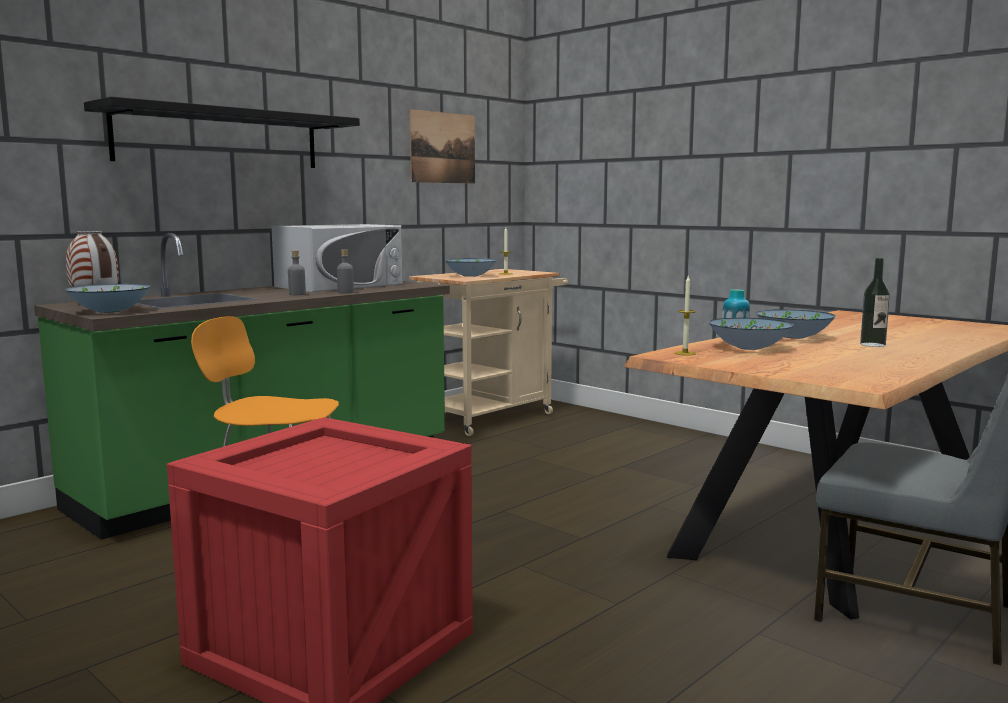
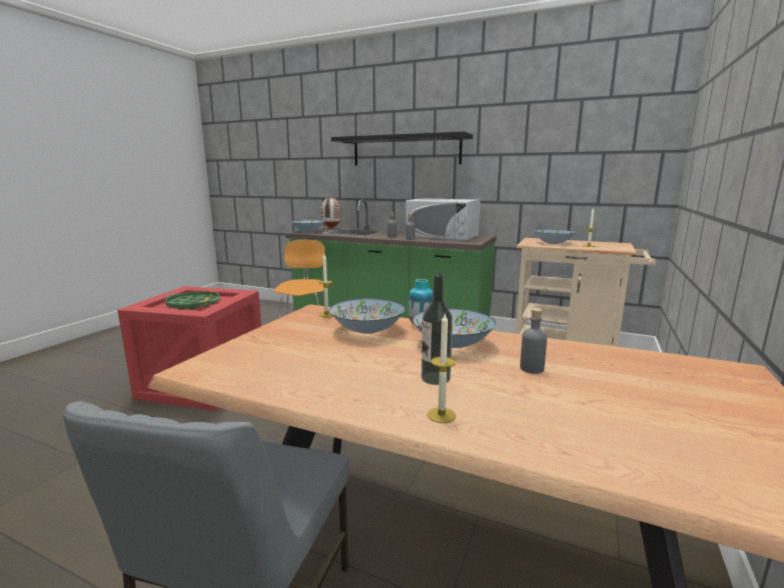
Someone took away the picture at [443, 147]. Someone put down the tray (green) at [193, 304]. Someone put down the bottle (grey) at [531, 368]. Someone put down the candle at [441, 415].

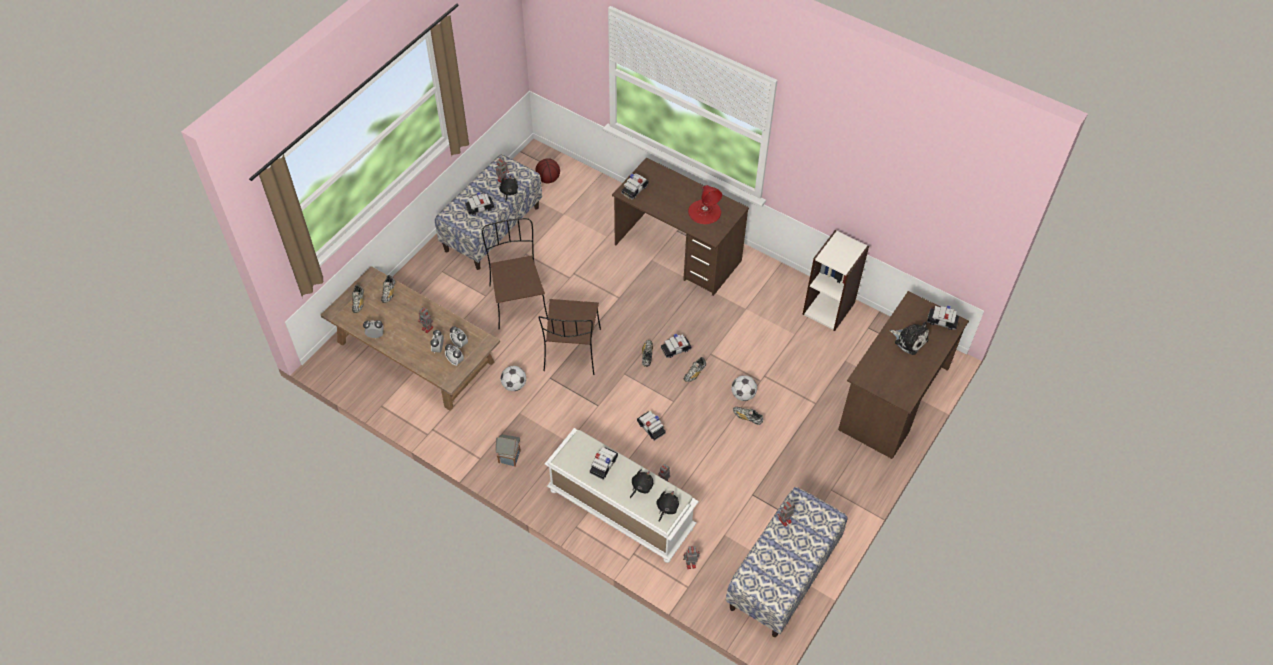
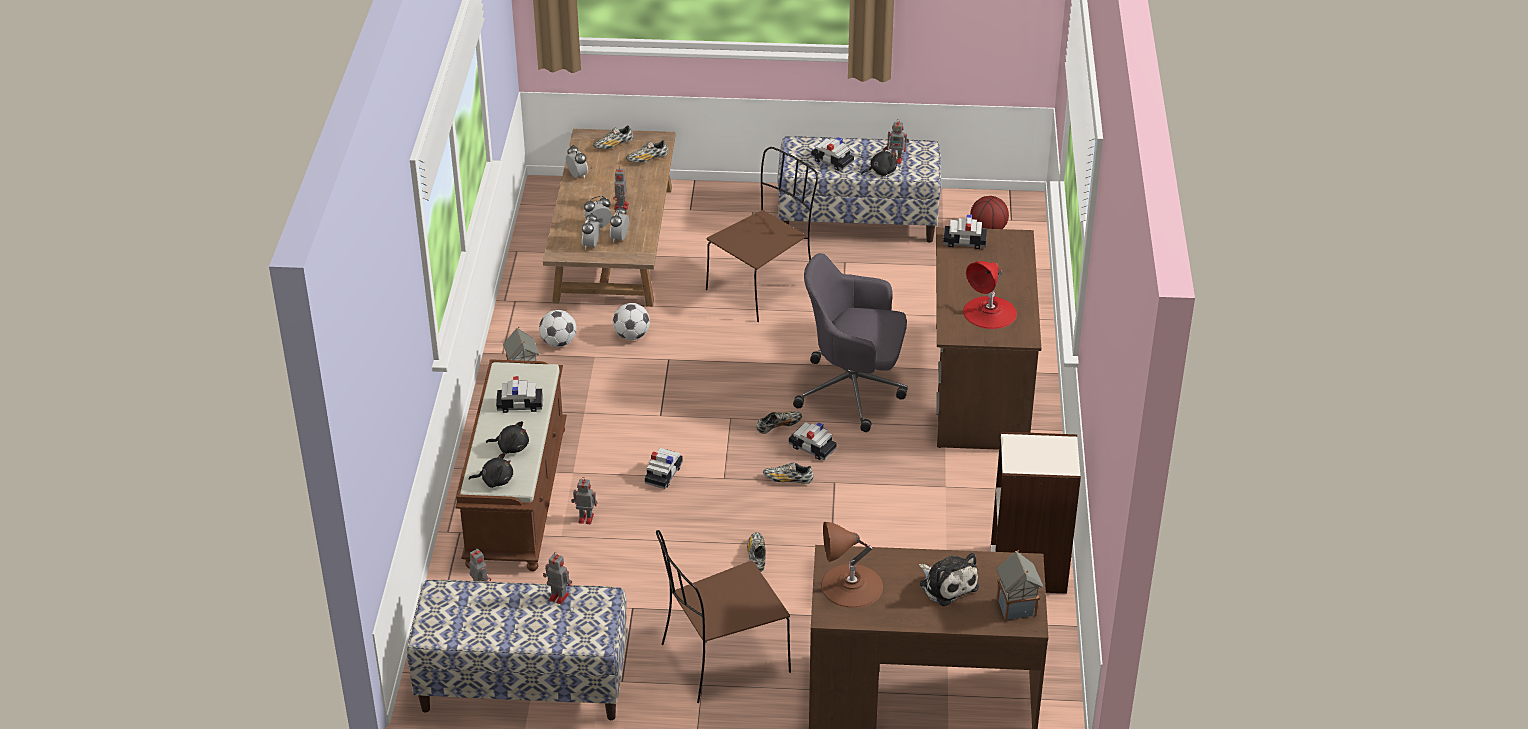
Someone carried the chair (brown) from [572, 351] to [722, 659]. Someone swapped the toy car at [941, 321] for the toy house at [1016, 608]. Someone rotated the plush toy at [909, 340] by 45 degrees counterclockwise. Someone carried the football from [743, 395] to [558, 343]. Someone repainted the bench (white) at [619, 510], which became the bench (brown) at [515, 495]. Someone put down the office chair (grey) at [853, 391]. Someone put down the table lamp (brown) at [851, 586].

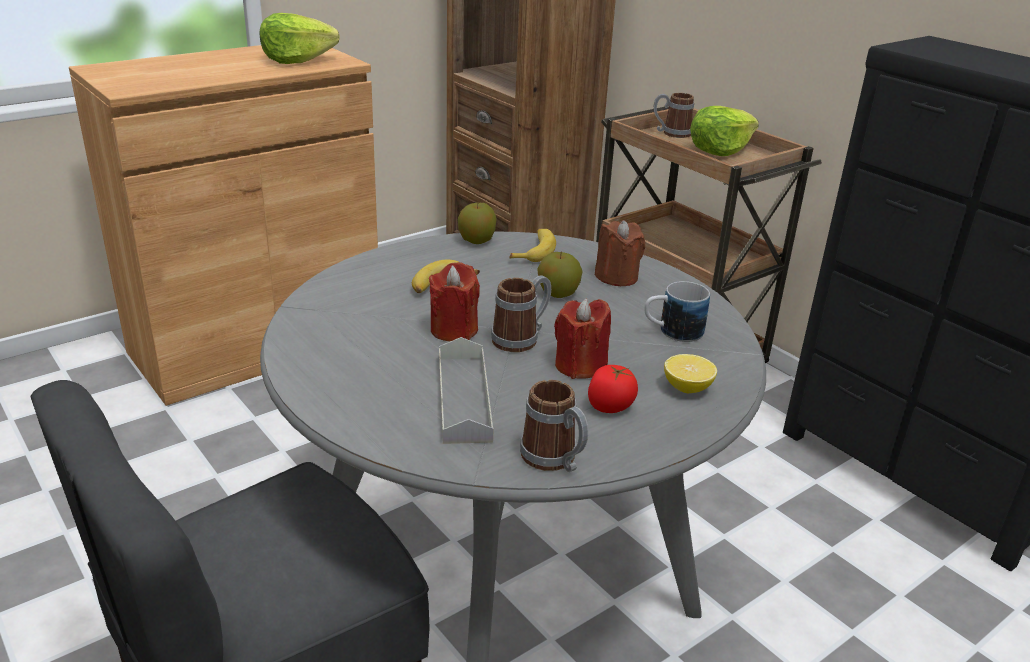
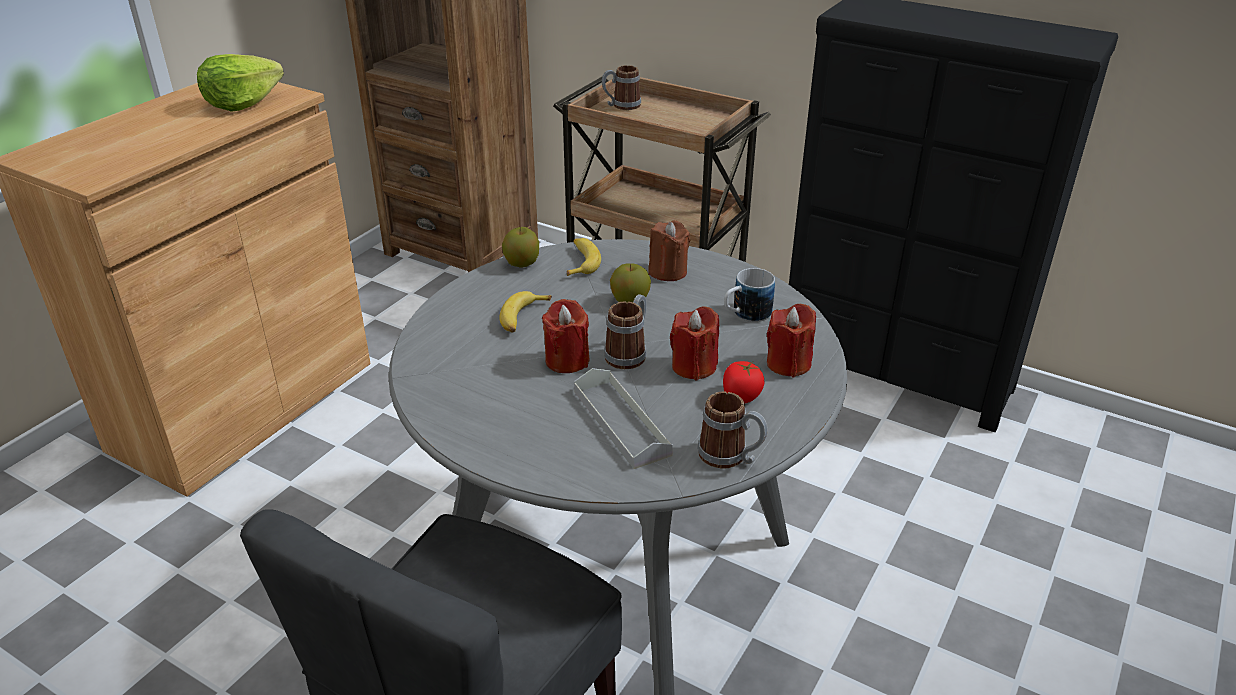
Someone took away the lettuce at [719, 150]. Someone swapped the lemon at [687, 388] for the candle (red) at [788, 364].

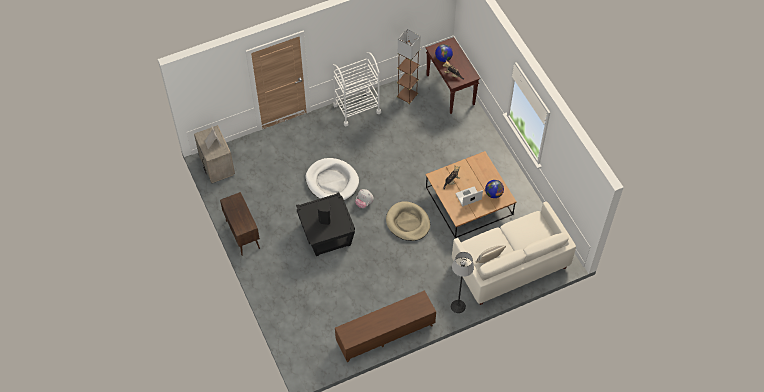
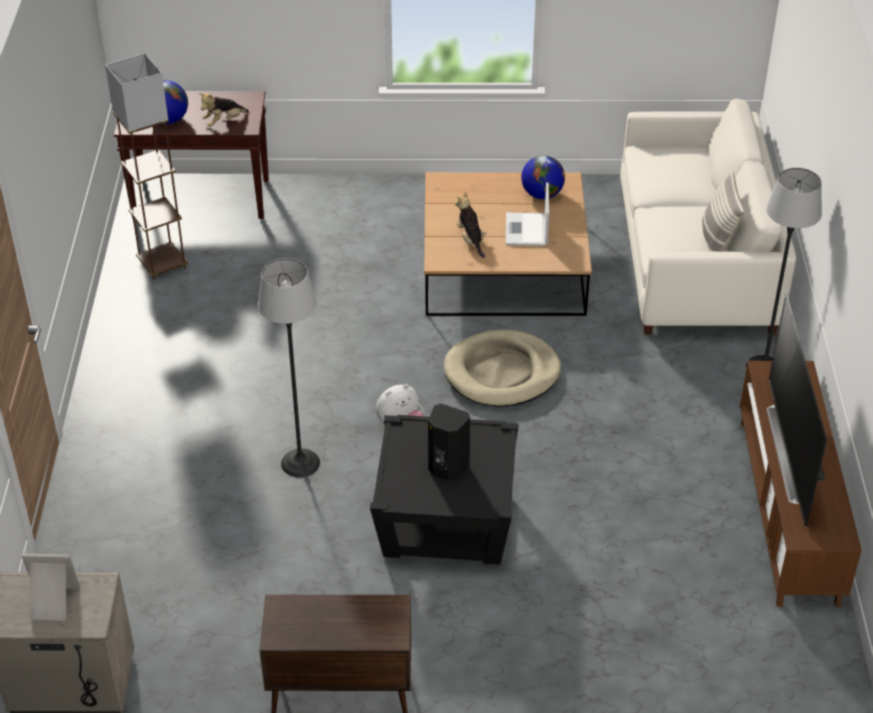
Someone took away the cart (white) at [357, 108]. Someone swapped the dog bed (white) at [332, 181] for the floor lamp at [300, 463]. Someone put down the television at [794, 453].

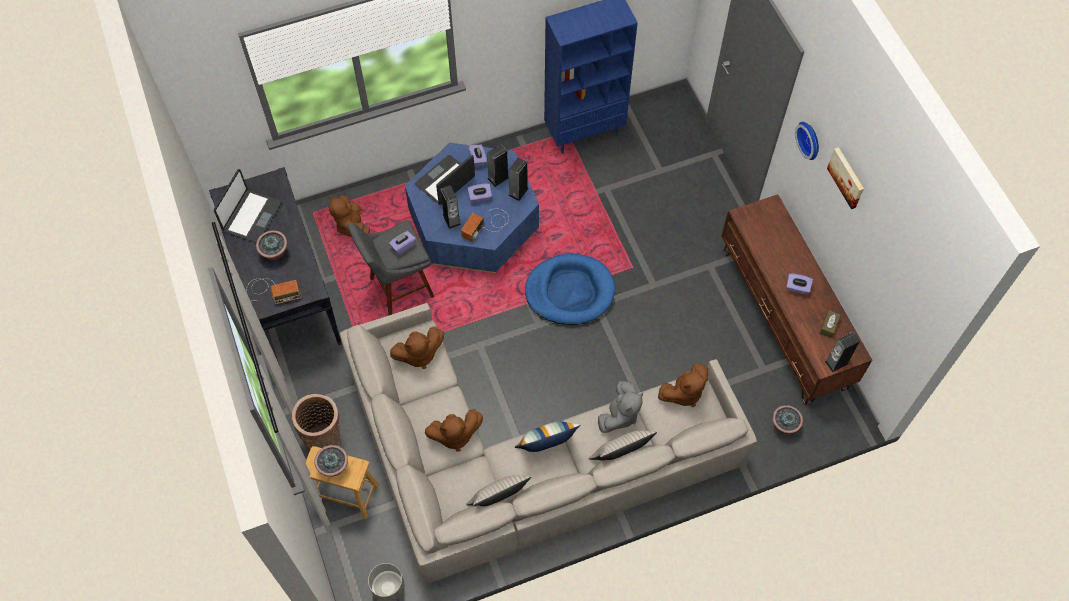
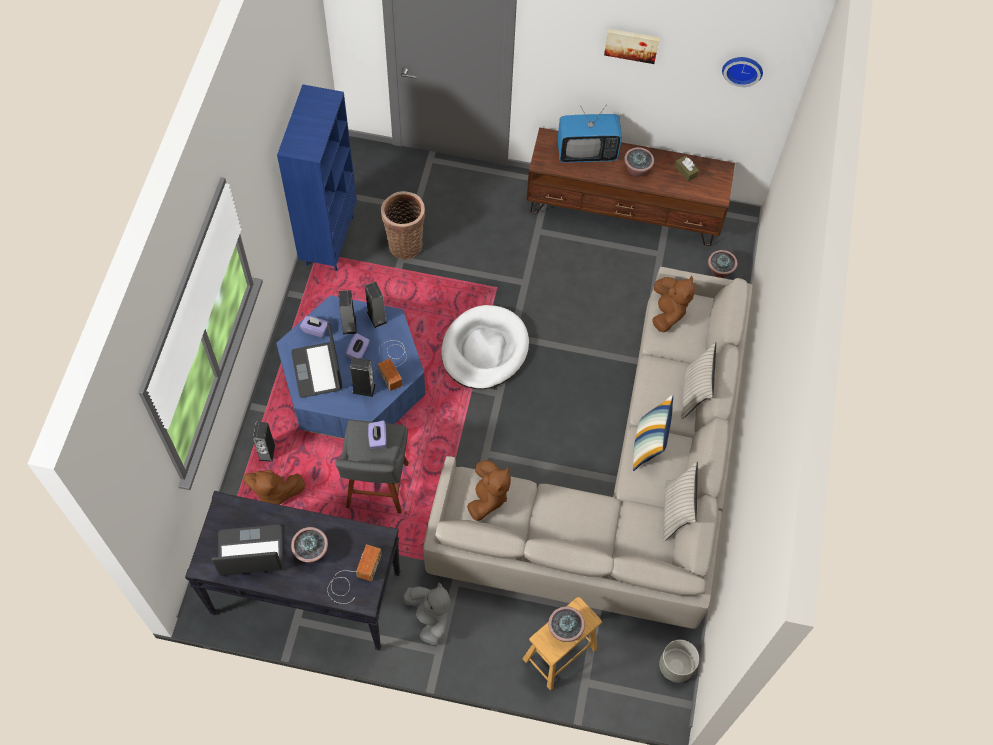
Someone carried the wall clock from [810, 139] to [742, 68]. Someone rotated the laptop at [251, 216] by 60 degrees counterclockwise. Someone repainted the dog bed (blue) at [570, 291], which became the dog bed (white) at [484, 349]. Someone swapped the tissue box (purple) at [797, 288] for the potted plant at [637, 170]. Someone carried the speaker from [836, 362] to [267, 452]. Someone carried the plush toy (grey) from [619, 415] to [429, 618]. Someone carried the basket from [324, 438] to [405, 243]. Someone took away the plush toy (brown) at [454, 435]. Someone put down the television at [587, 152].

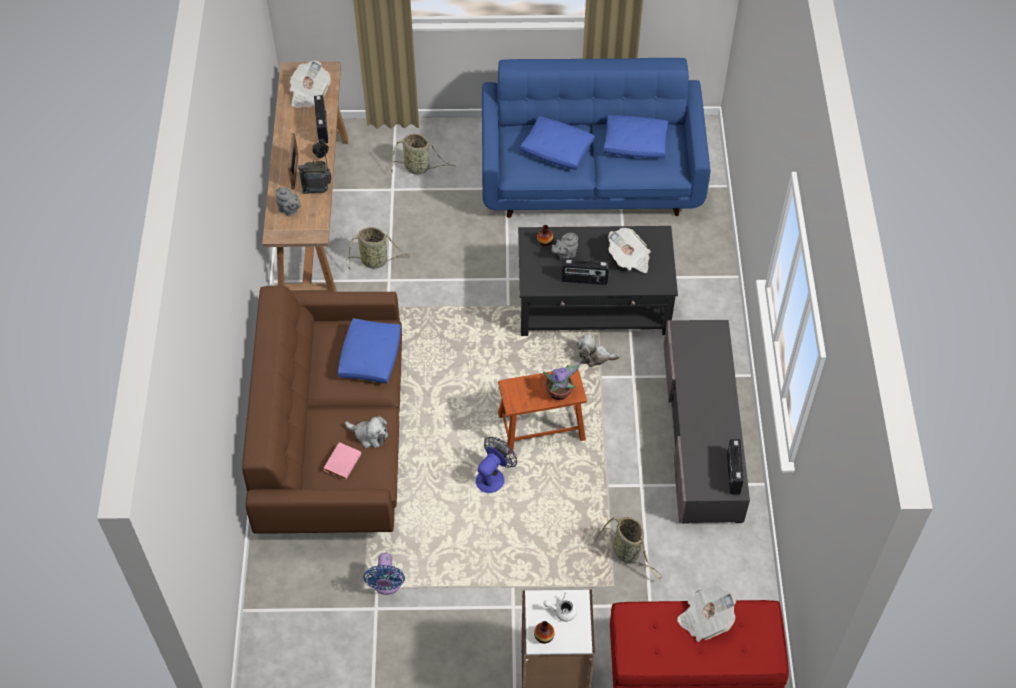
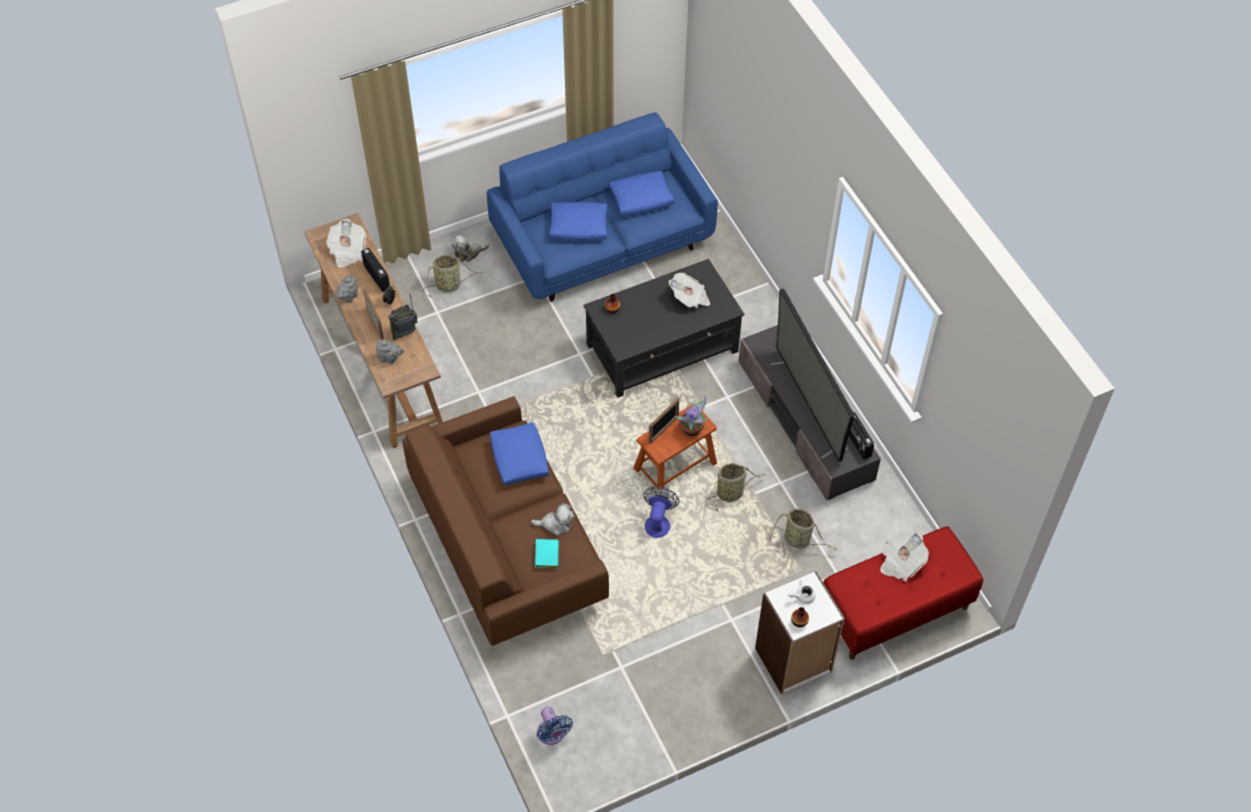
Someone carried the basket from [376, 261] to [731, 493]. Someone carried the teapot (grey) from [565, 255] to [348, 297]. Someone took away the radio at [584, 280]. Someone carried the plush toy from [594, 357] to [468, 253]. Someone repainted the book (pink) at [342, 462], which became the book (turquoise) at [545, 554]. Someone carried the fan (blue) from [386, 584] to [552, 734]. Someone put down the television at [808, 405]. Someone put down the picture frame at [663, 429].

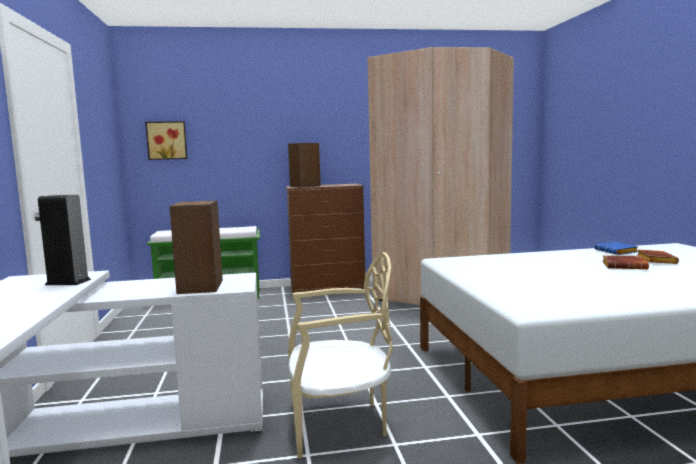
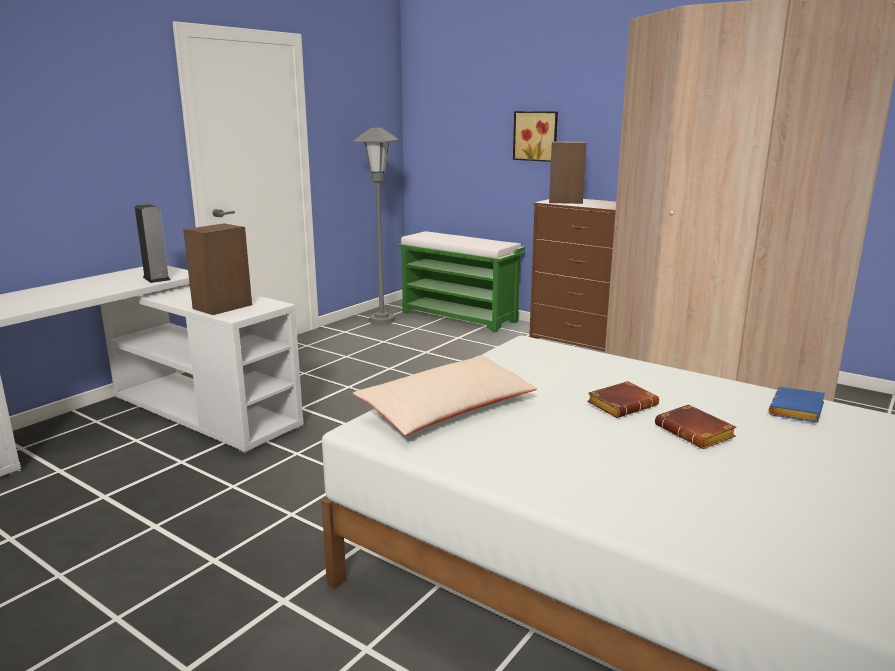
Someone carried the picture from [167, 140] to [536, 136]. Someone carried the book (brown) from [654, 260] to [622, 404]. Someone took away the chair (beige) at [339, 423]. Someone put down the floor lamp (grey) at [382, 320]. Someone put down the pillow (beige) at [447, 409].

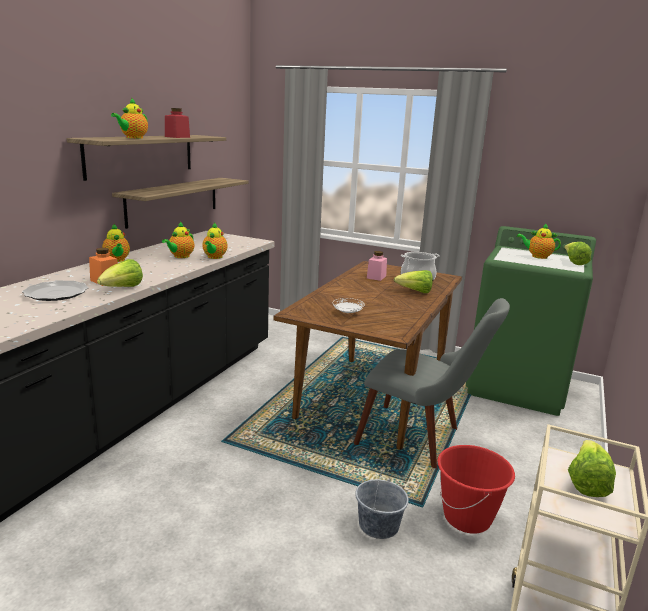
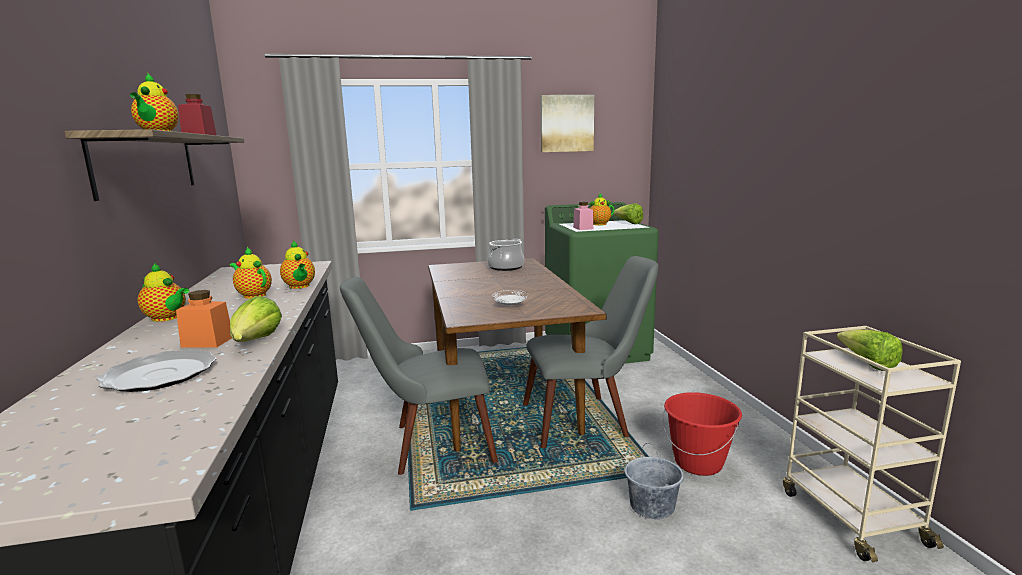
Someone took away the shelf at [173, 201]. Someone rotated the teapot at [180, 256] by 135 degrees clockwise. Someone carried the jar (pink) from [376, 277] to [583, 228]. Someone took away the lettuce at [415, 292]. Someone put up the picture at [566, 123]. Someone put down the chair (grey) at [428, 445].

